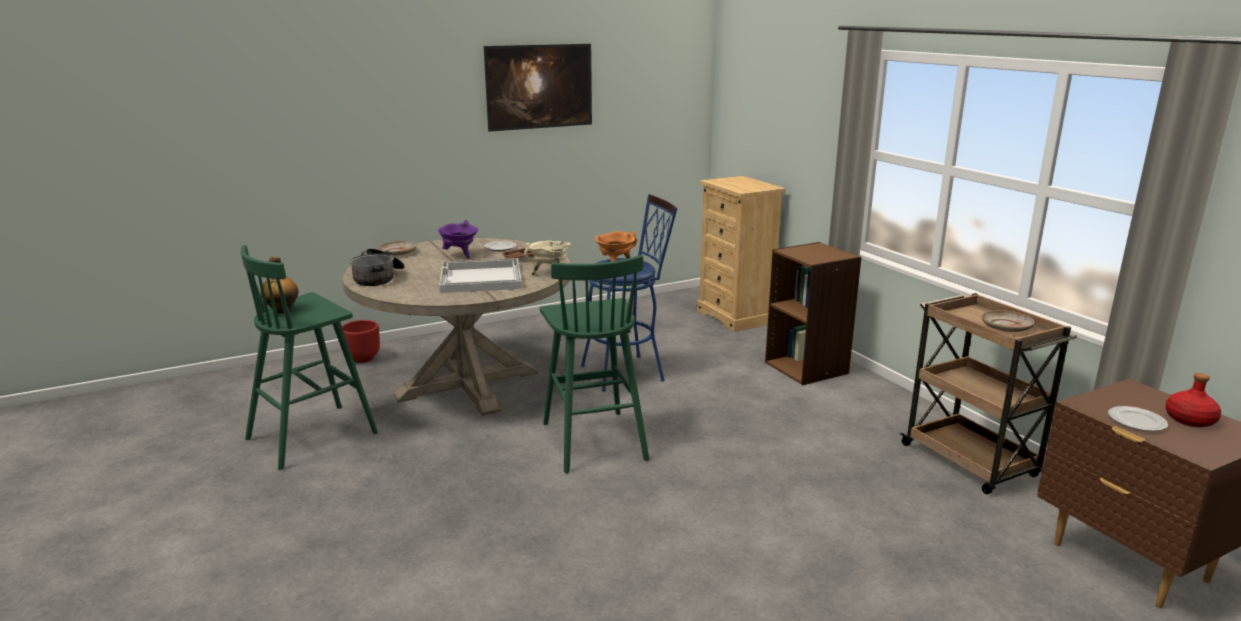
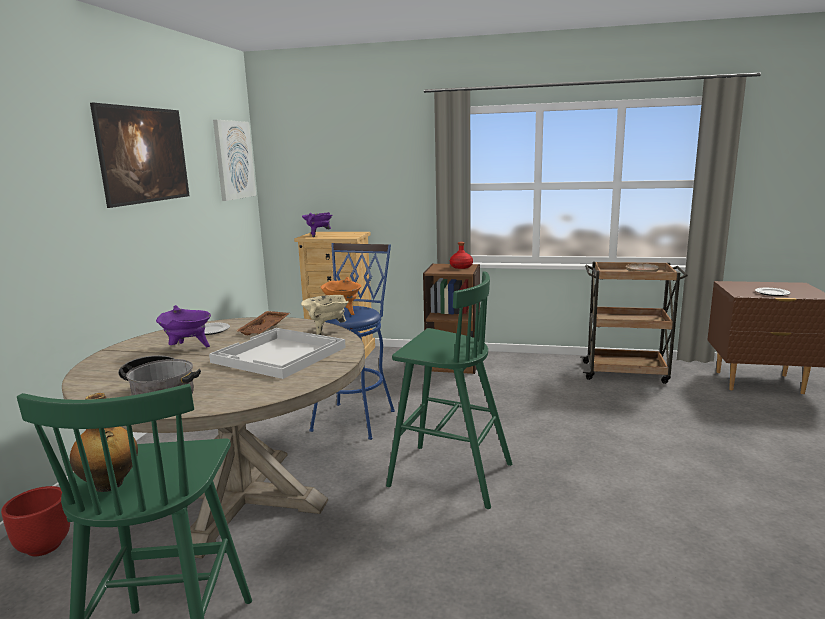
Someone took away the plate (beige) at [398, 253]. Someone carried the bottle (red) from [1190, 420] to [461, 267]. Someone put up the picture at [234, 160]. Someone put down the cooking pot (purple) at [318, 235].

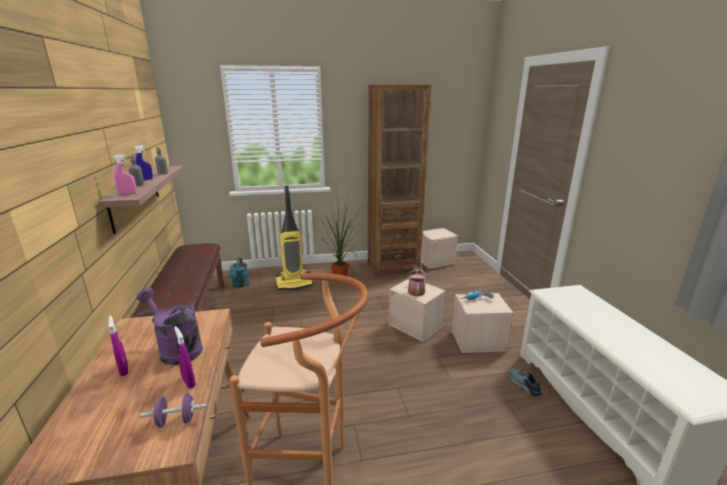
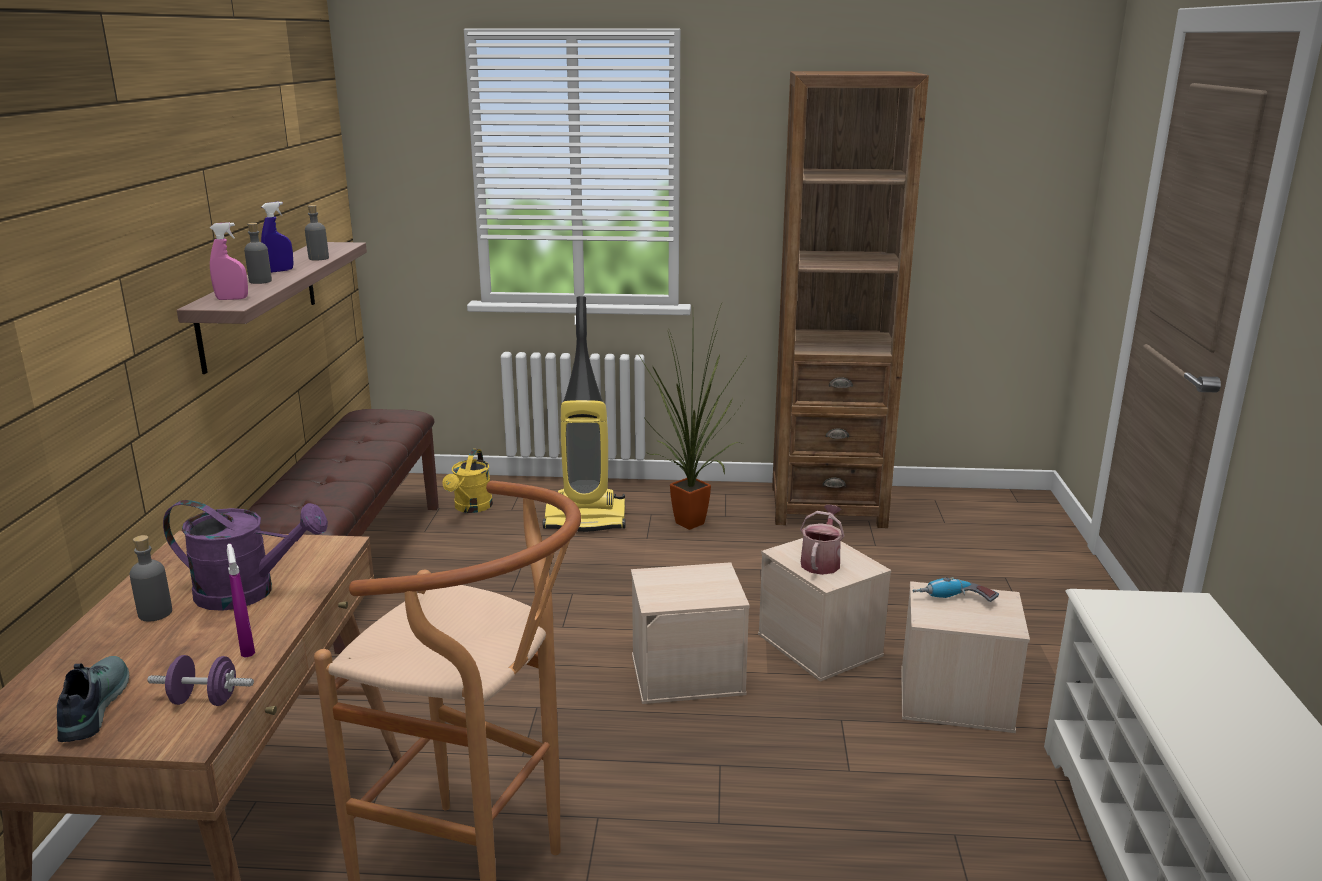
Someone carried the storage box (beige) from [435, 261] to [688, 673]. Someone repainted the watering can (turquoise) at [240, 284], which became the watering can (yellow) at [471, 508]. Someone rotated the watering can (purple) at [176, 349] by 135 degrees clockwise. Someone swapped the spray bottle (purple) at [124, 370] for the bottle (grey) at [155, 613]. Someone carried the shoe from [523, 384] to [90, 707].

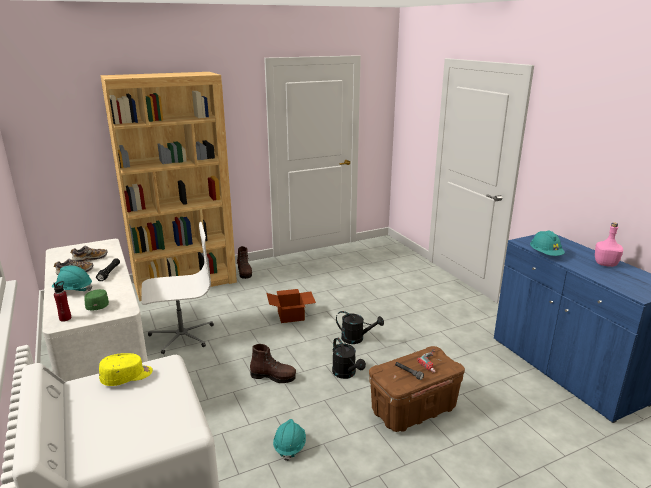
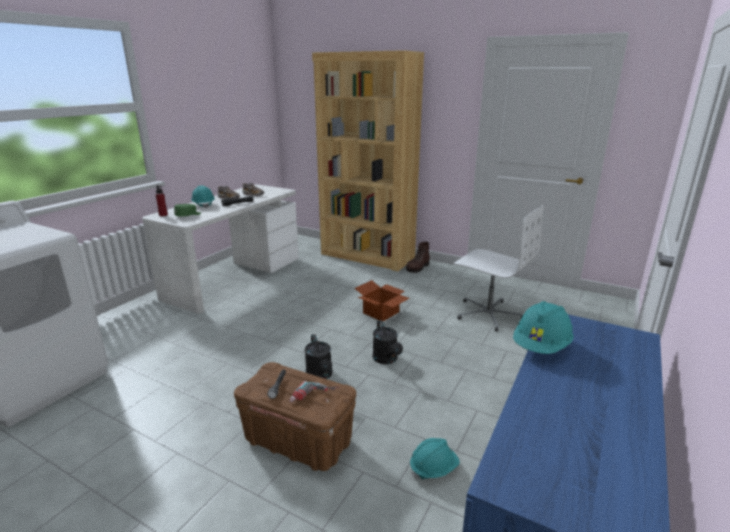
Someone carried the office chair (white) from [181, 335] to [488, 314]. Someone took away the bottle (pink) at [606, 264]. Someone rotated the watering can (black) at [346, 374] by 45 degrees counterclockwise. Someone took away the boot (brown) at [273, 376]. Someone took away the cap (yellow) at [127, 377]. Someone carried the hard hat (turquoise) from [289, 446] to [433, 468].

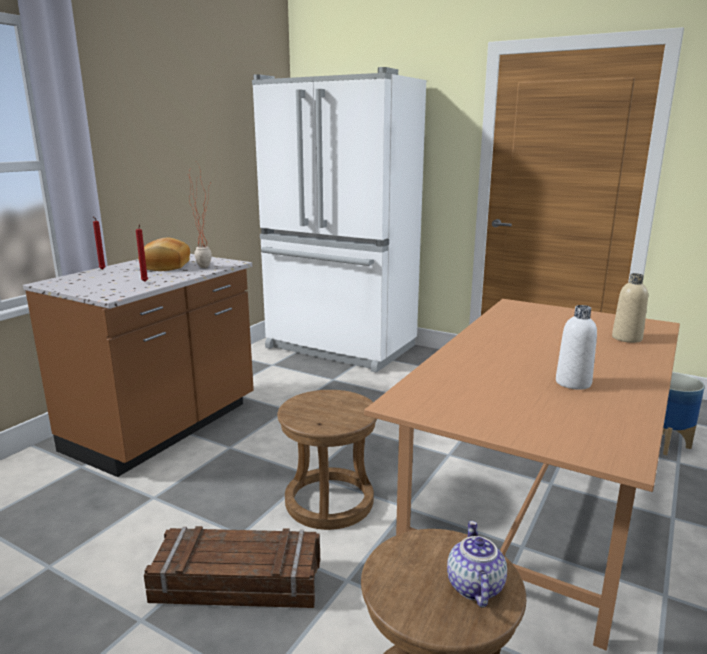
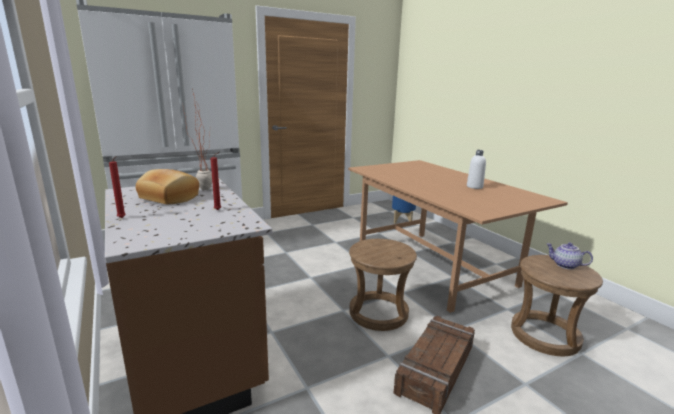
Someone took away the bottle (beige) at [626, 338].

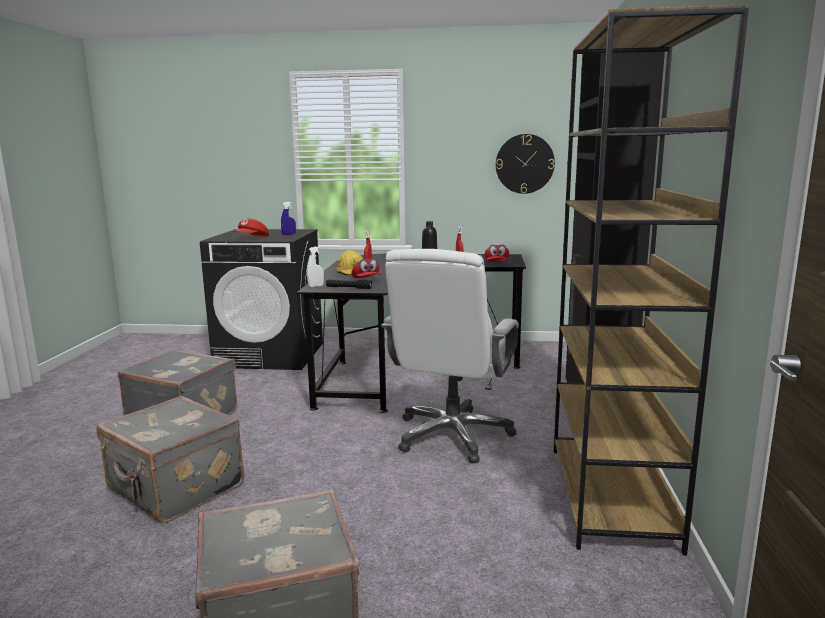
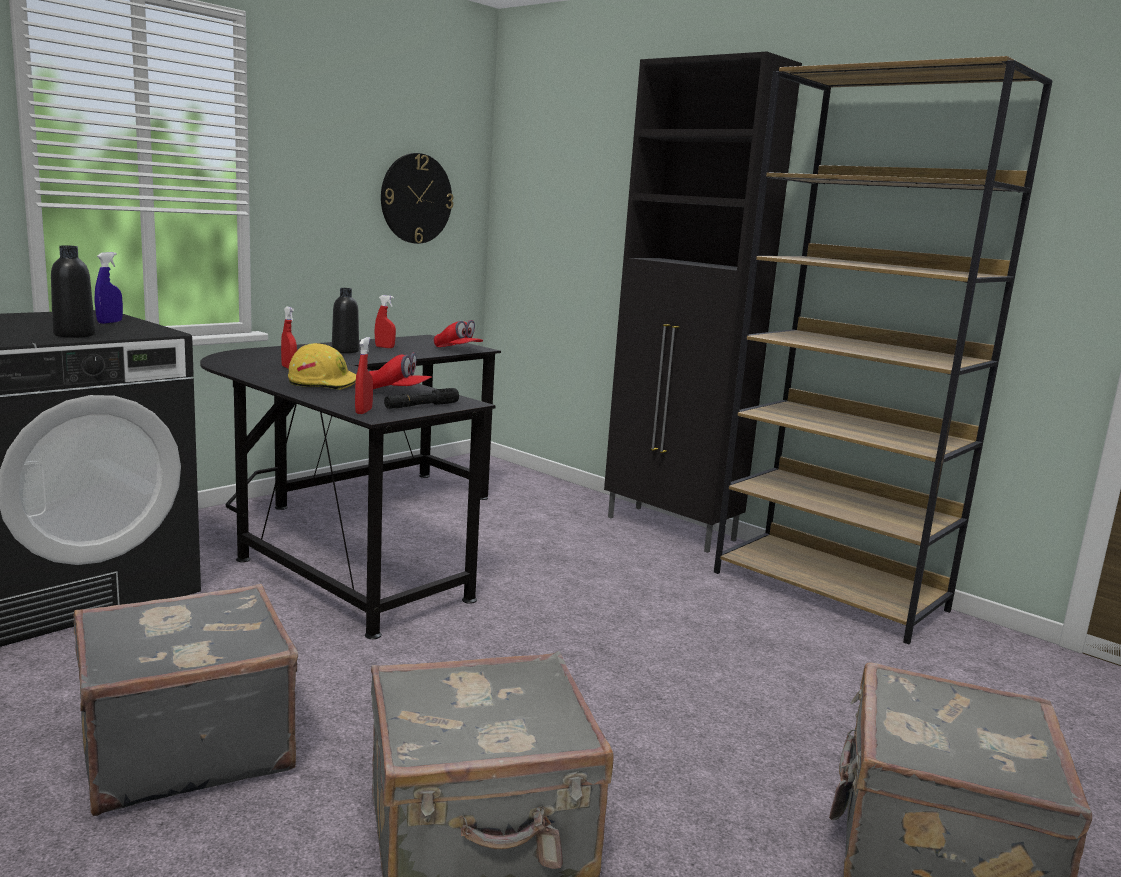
Someone swapped the cap (red) at [252, 238] for the bottle (black) at [74, 335]. Someone repainted the spray bottle (white) at [316, 286], which became the spray bottle (red) at [363, 411]. Someone took away the office chair (white) at [452, 435].

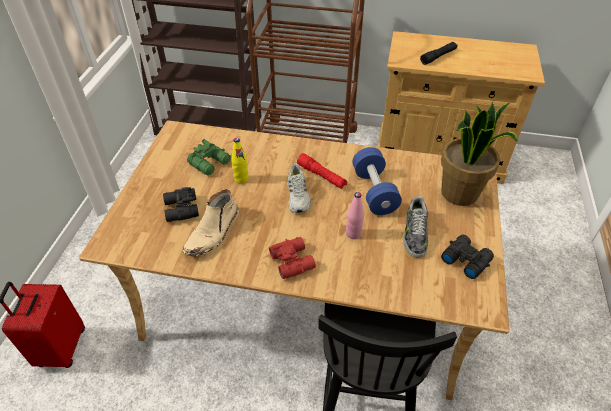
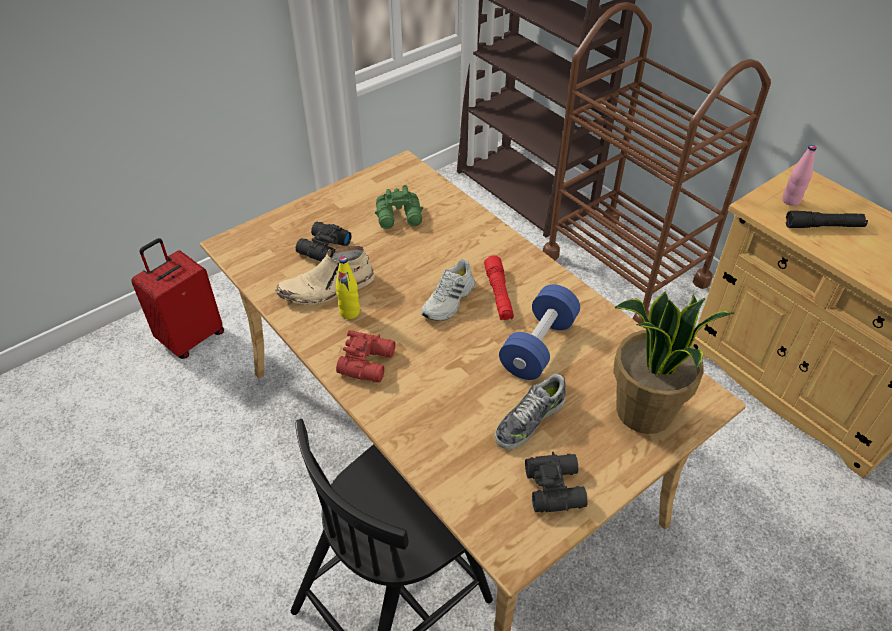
Someone carried the bottle (yellow) from [241, 179] to [349, 312]. Someone carried the bottle (pink) from [353, 234] to [790, 201].

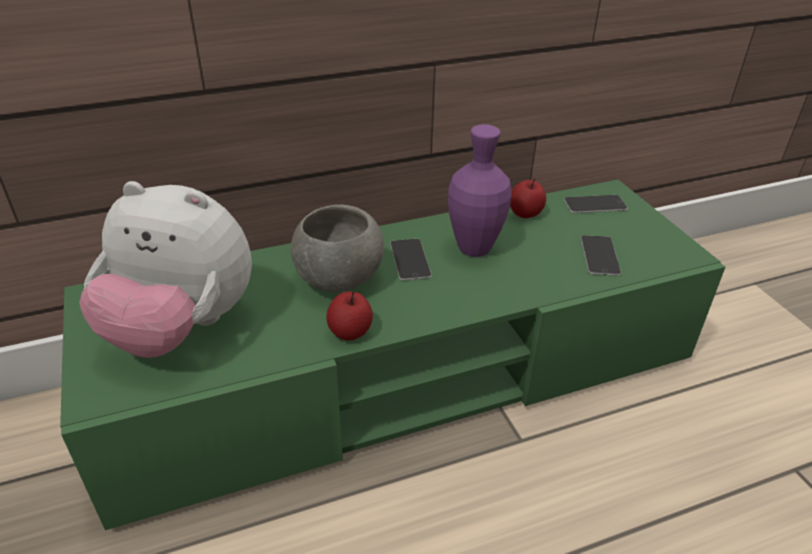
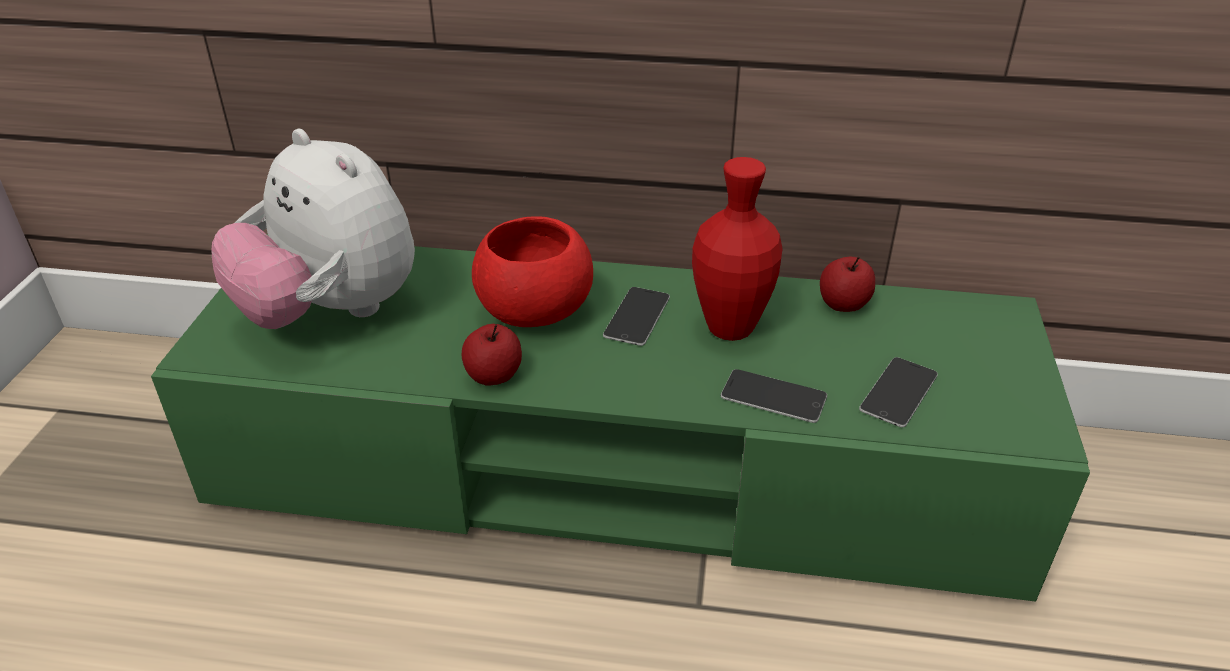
Someone repainted the vase (purple) at [474, 249], which became the vase (red) at [730, 328]. Someone carried the phone from [595, 204] to [773, 396]. Someone repainted the bowl (grey) at [340, 279], which became the bowl (red) at [536, 313].

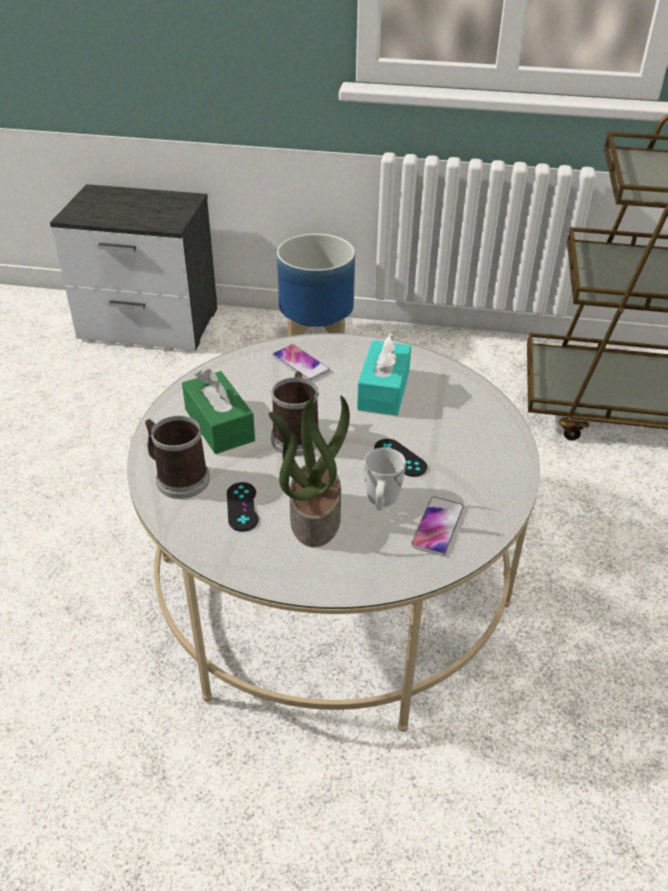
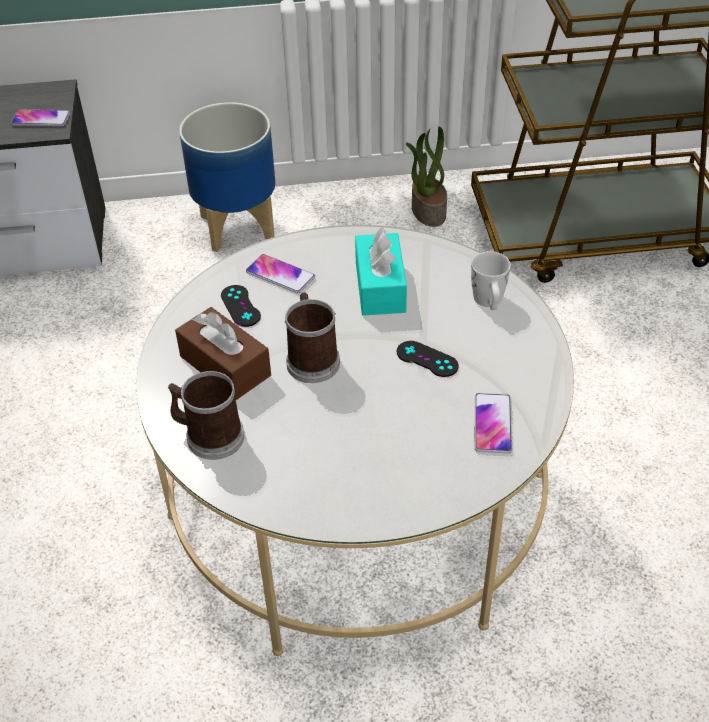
Someone repainted the tissue box (green) at [219, 425], which became the tissue box (brown) at [225, 366]. Someone carried the potted plant from [314, 517] to [427, 211]. Someone carried the mug (white) from [381, 501] to [489, 302]. Someone carried the game controller (black) from [242, 507] to [240, 306]. Someone put down the phone at [41, 119].

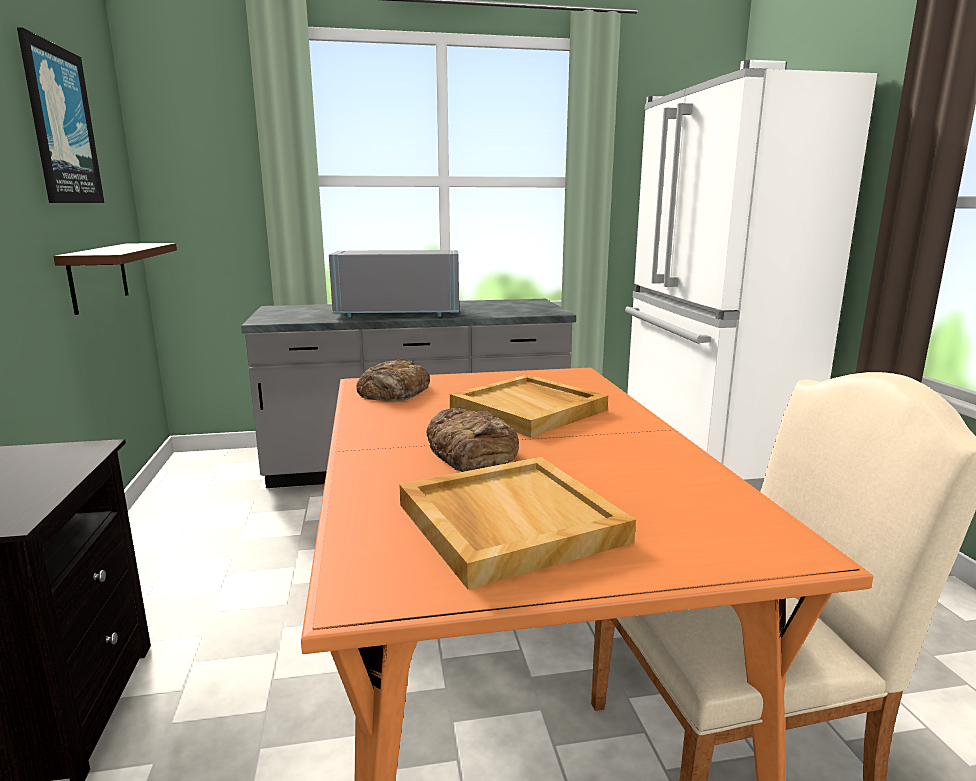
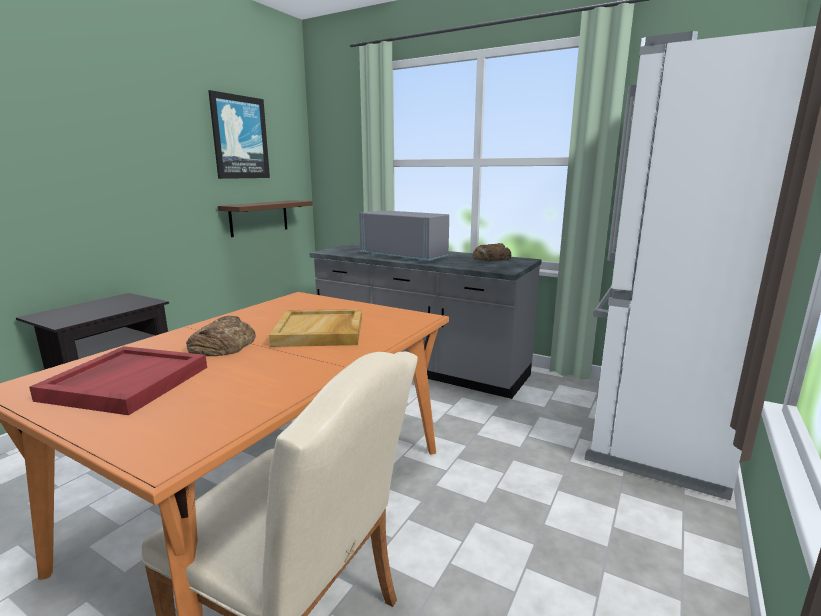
Someone carried the bread from [394, 391] to [491, 258]. Someone repainted the tray (beige) at [508, 522], which became the tray (red) at [126, 382].

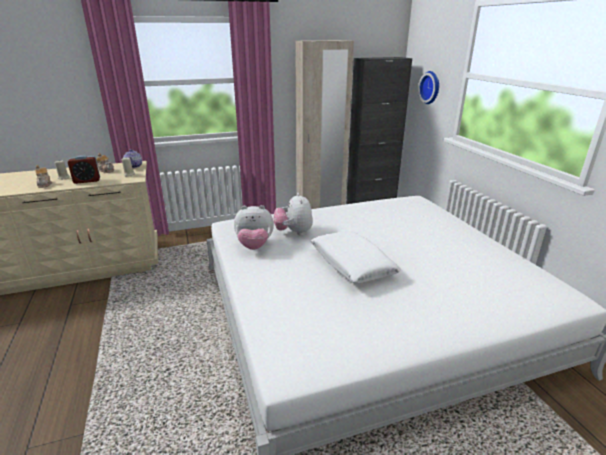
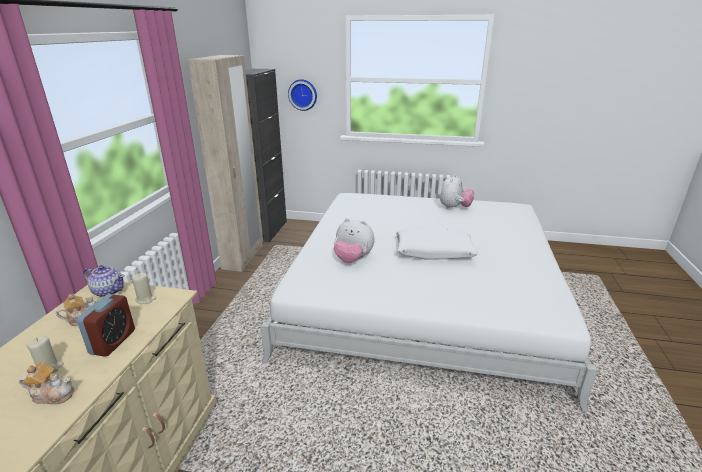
Someone carried the plush toy from [254, 246] to [454, 208].

